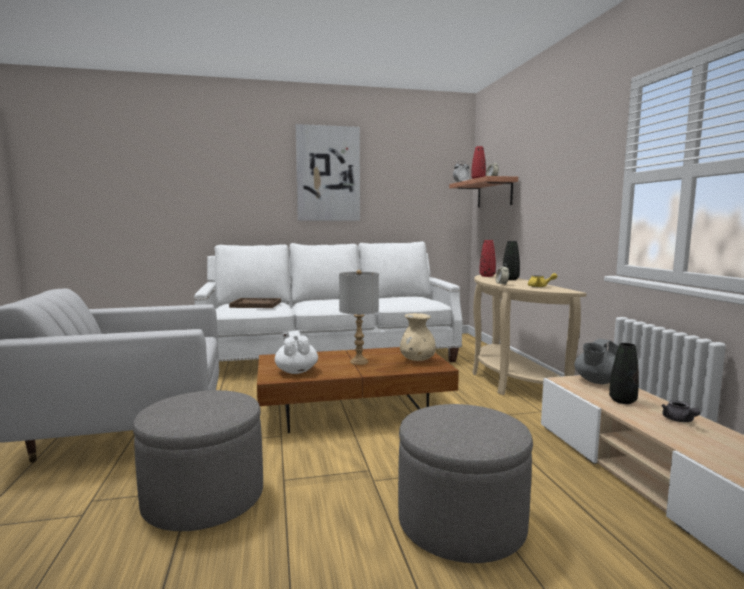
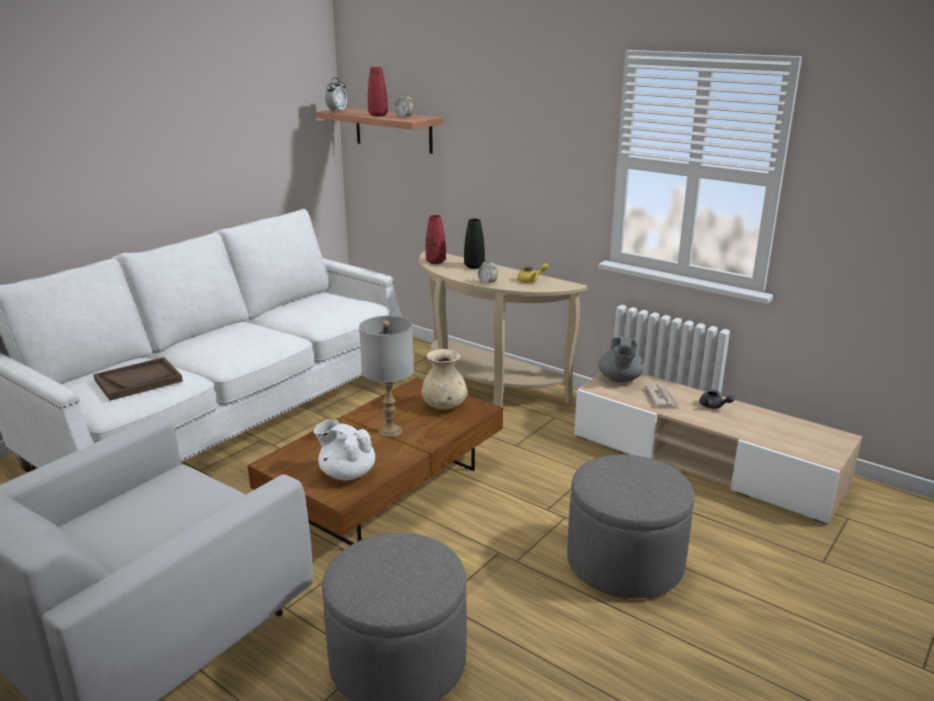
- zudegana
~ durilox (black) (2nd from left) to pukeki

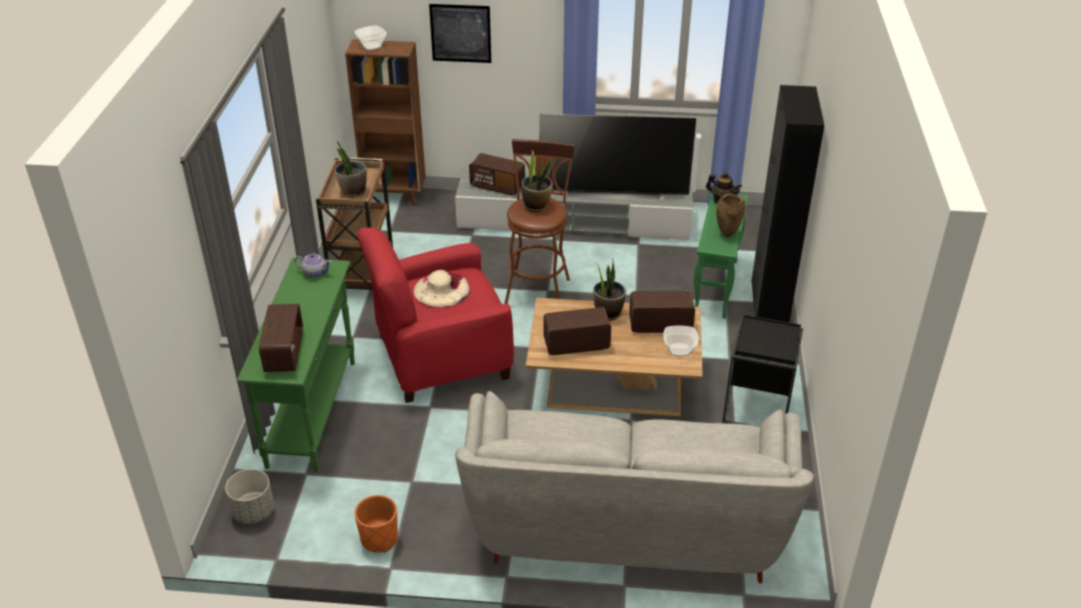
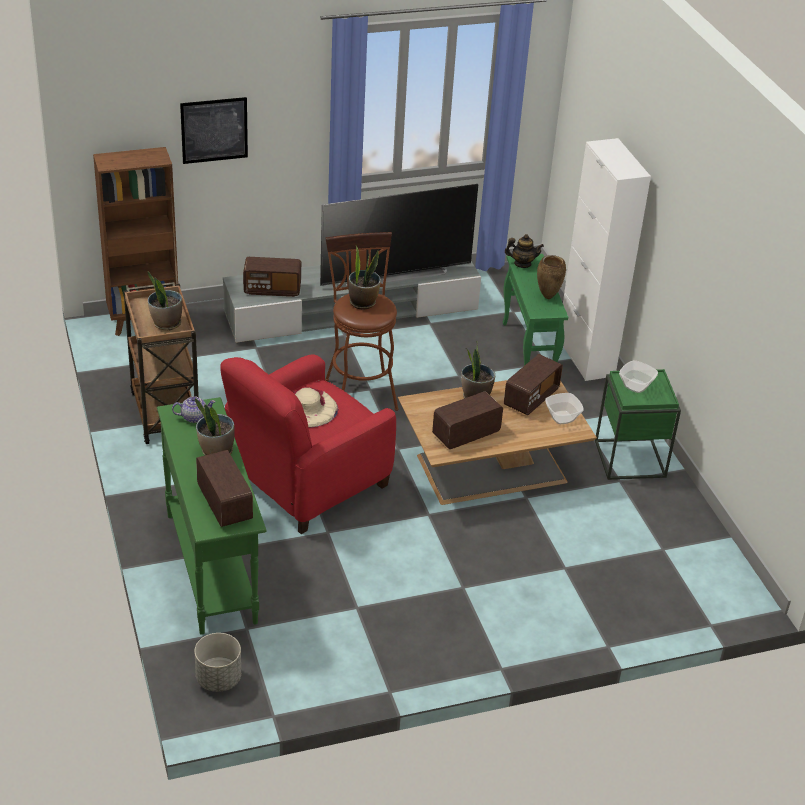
- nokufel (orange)
~ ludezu (1st from left in the first image) to ludezu (2nd from left)
- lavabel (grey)
~ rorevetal (4th from left) 150 degrees clockwise
~ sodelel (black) to sodelel (green) (2nd from left)
~ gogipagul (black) to gogipagul (white)
+ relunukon (2nd from left)

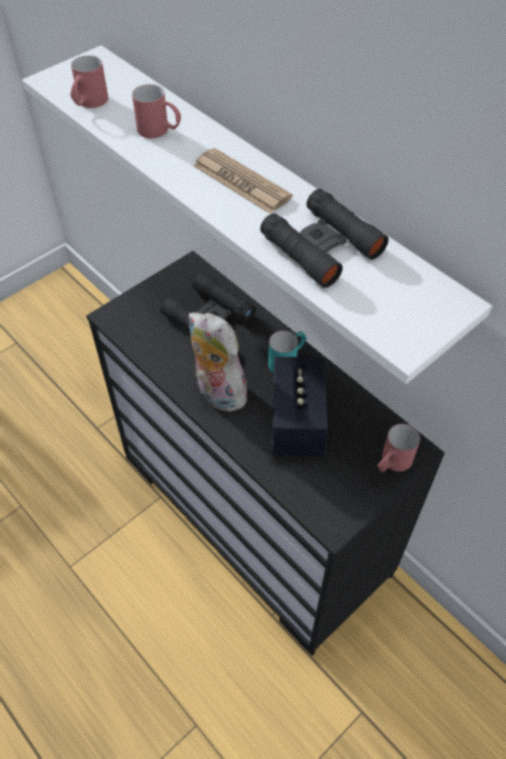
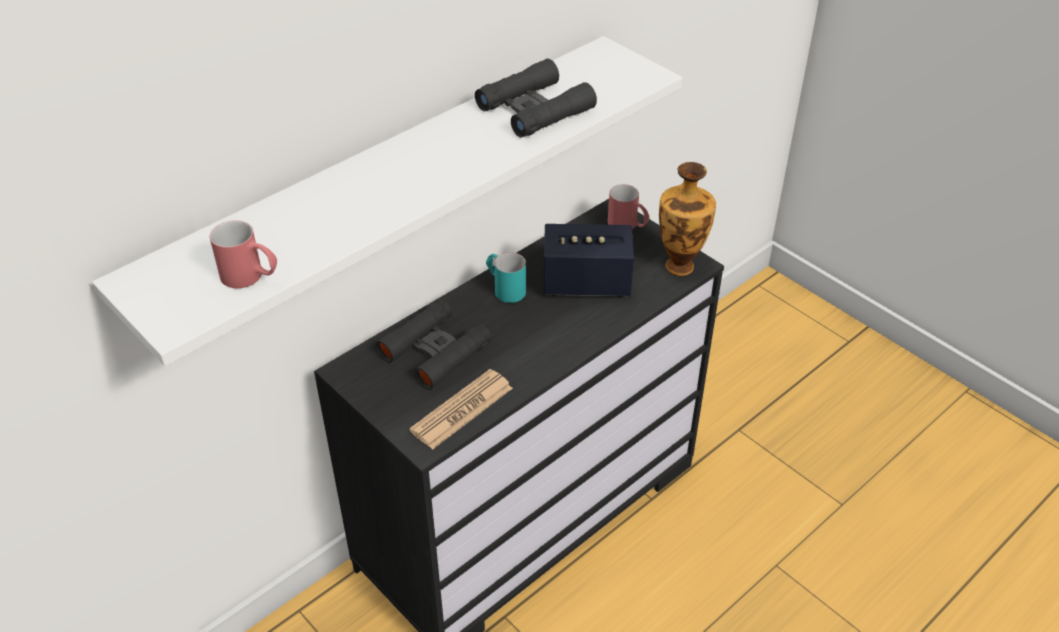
- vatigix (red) (2nd from left)
- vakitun
~ pukeki
+ durilox

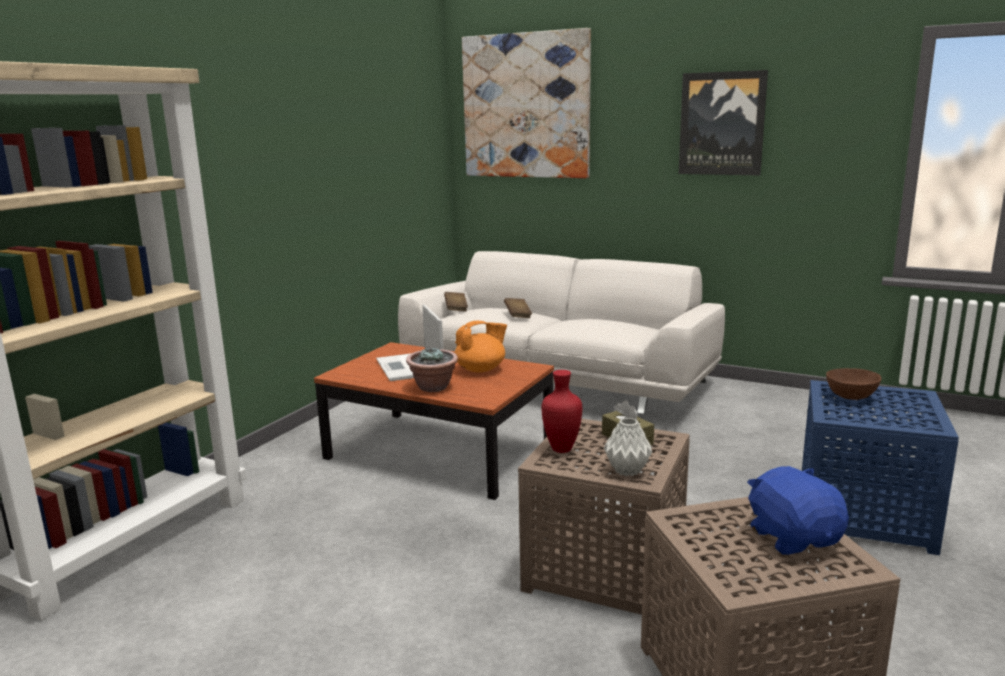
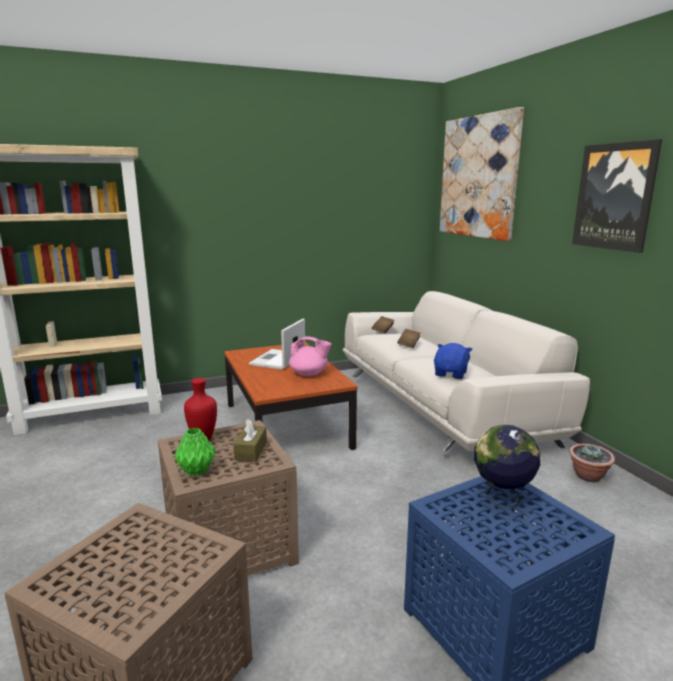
~ relunukon
~ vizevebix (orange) to vizevebix (pink)
~ durilox (grey) to durilox (green)
~ vakitun (blue)
~ ludezu (brown) to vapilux

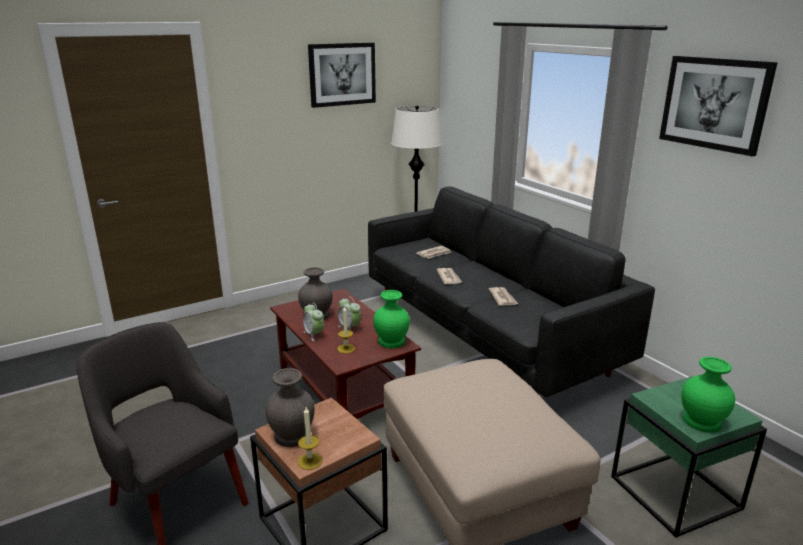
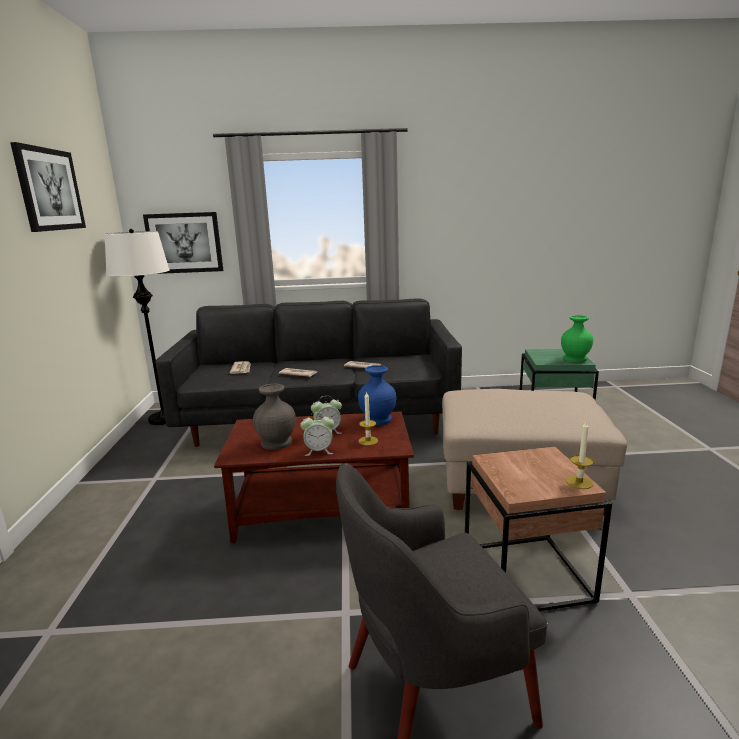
- durilox (grey) (1st from left)
~ durilox (green) (1st from left) to durilox (blue)
~ zudegana (2nd from left)

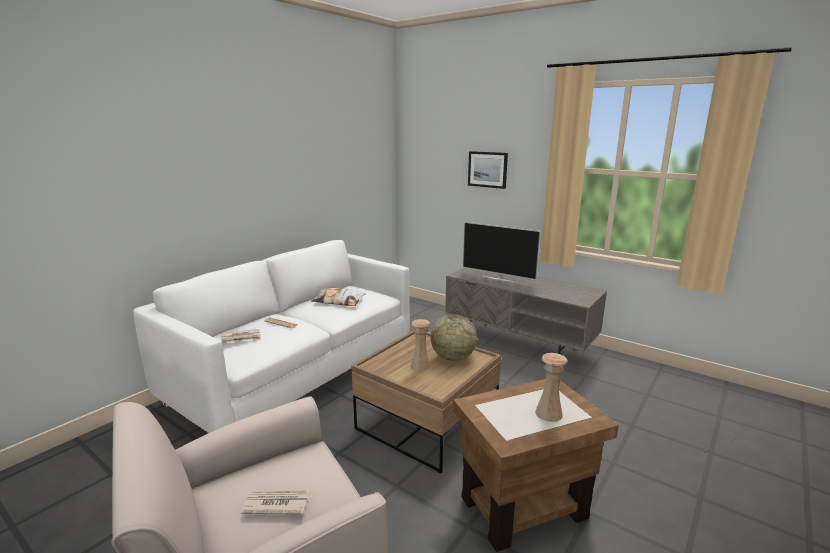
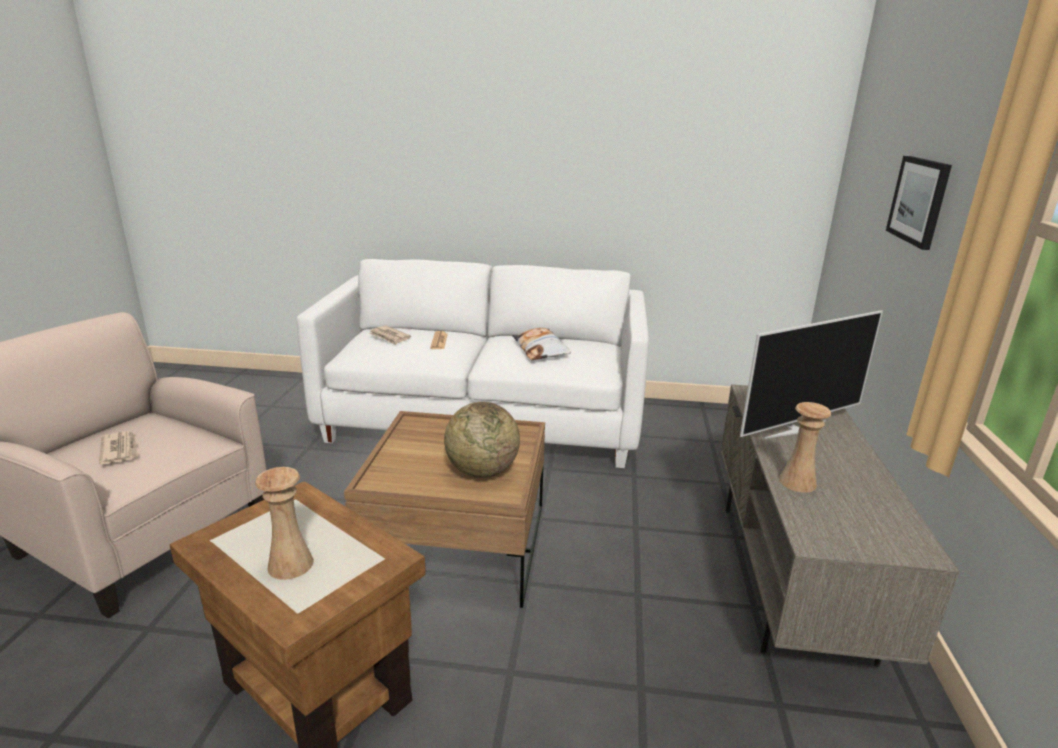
~ durilox (beige) (1st from left in the first image) to durilox (beige) (2nd from left)
~ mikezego 120 degrees counterclockwise

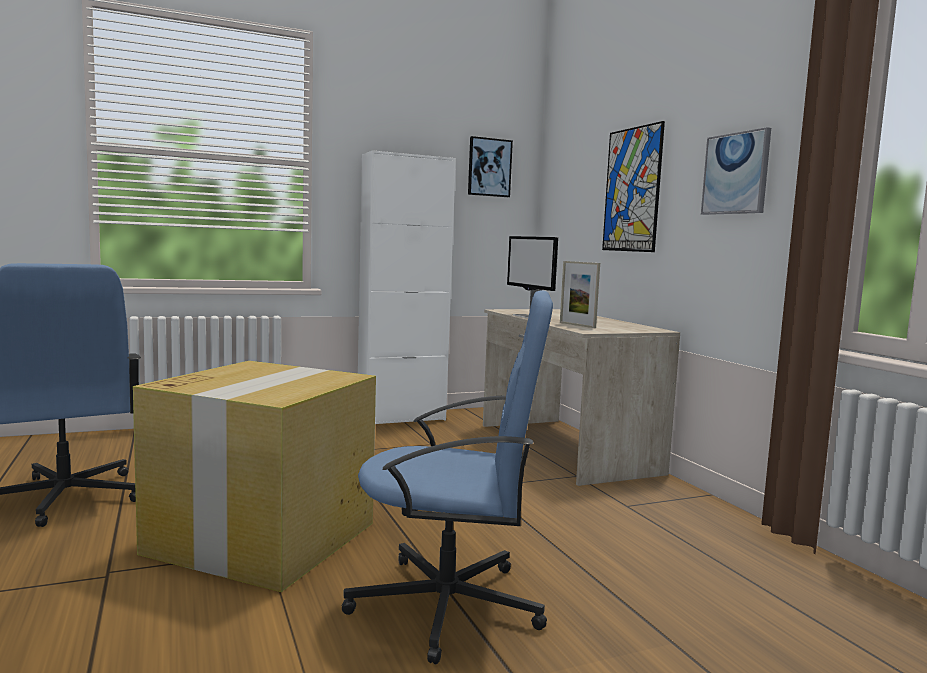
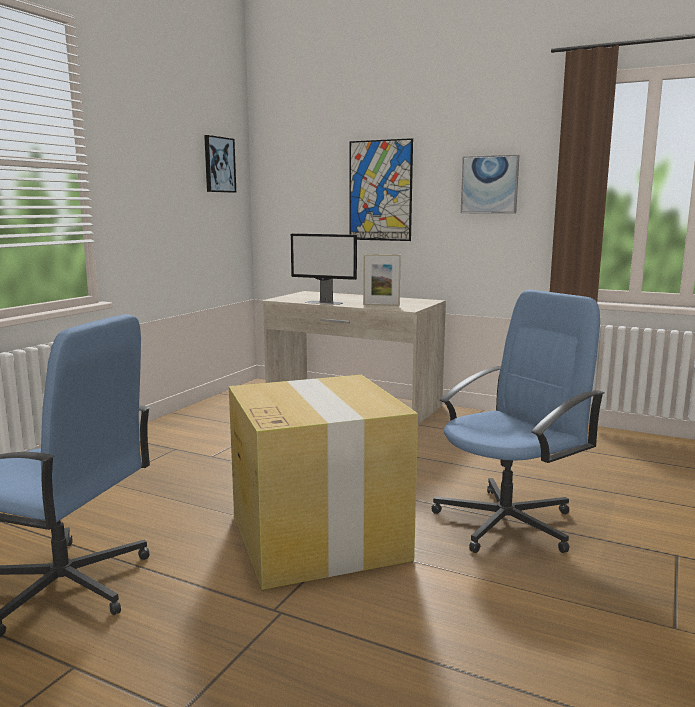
- gogipagul (white)

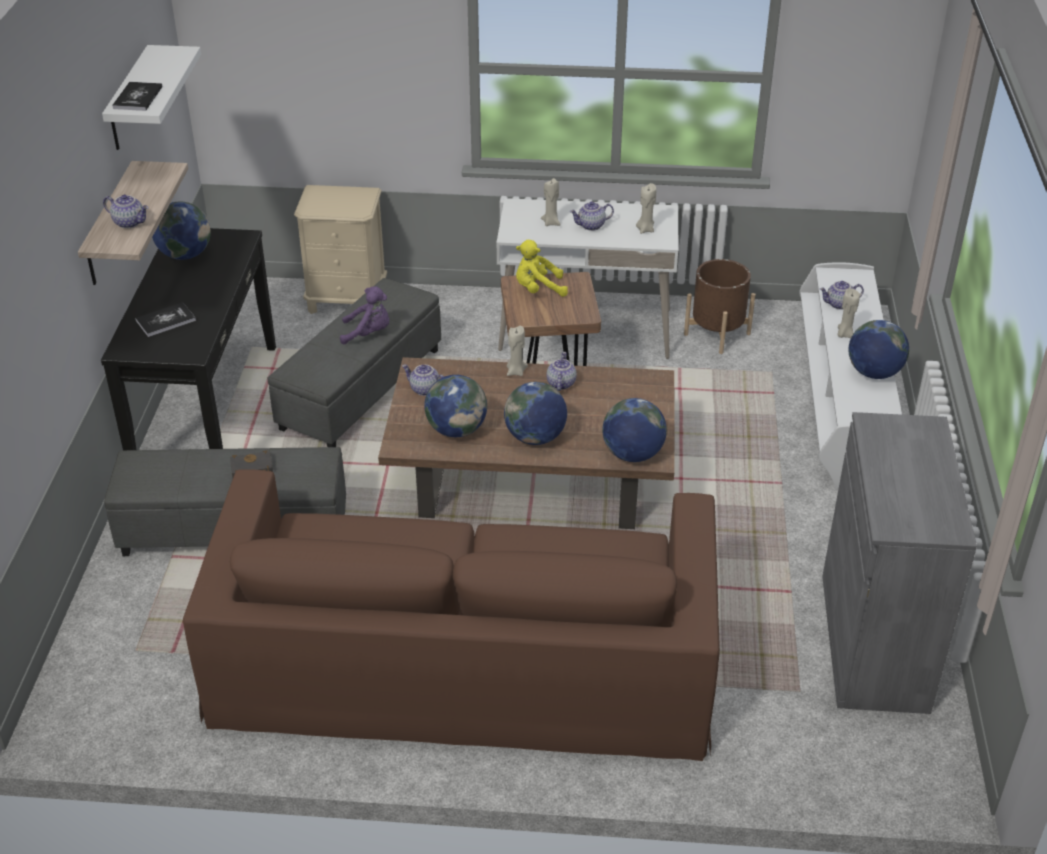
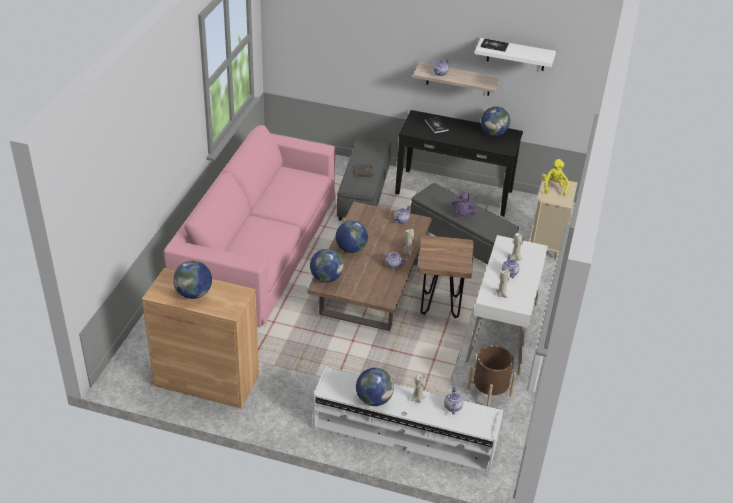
~ lavabel (brown) to lavabel (pink)
~ vapilux (2nd from left in the first image) to vapilux (1st from left)
~ vakitun (yellow)
~ gogipagul (grey) to gogipagul (brown)

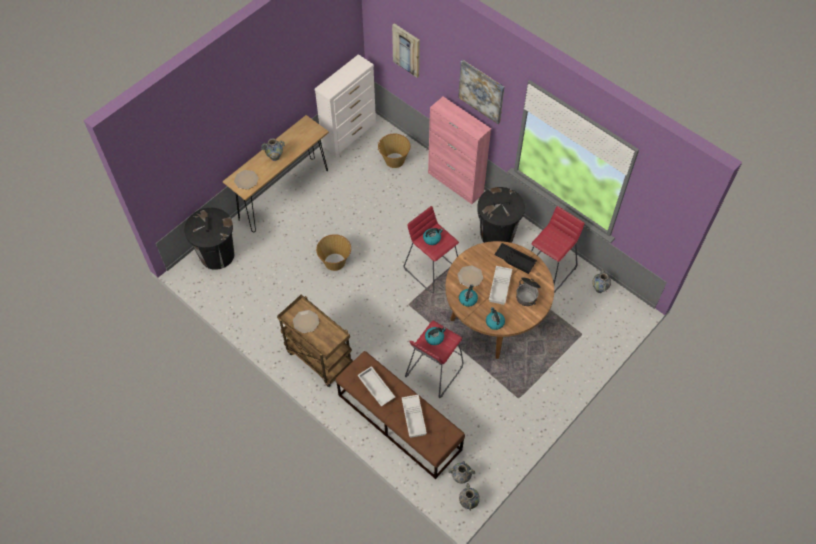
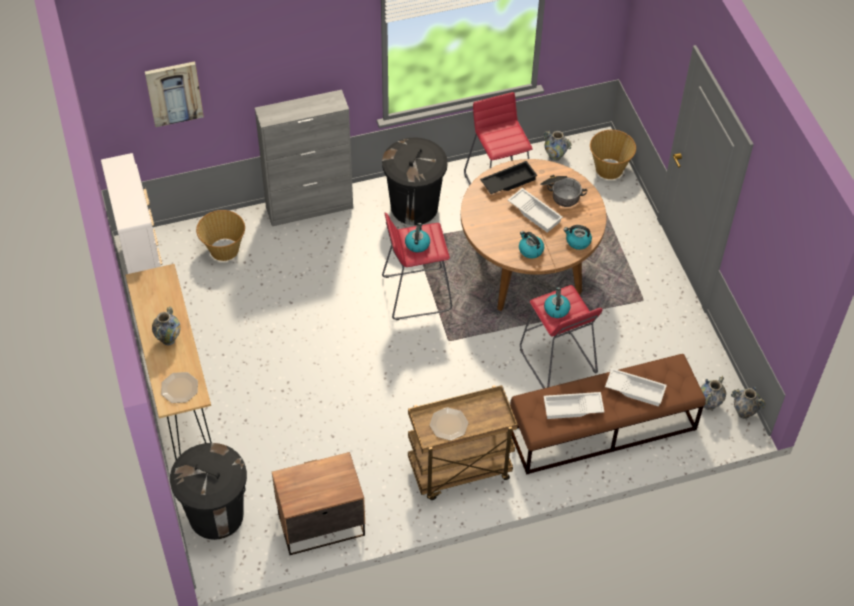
~ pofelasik (1st from left in the first image) to pofelasik (2nd from left)
~ gogipagul (pink) to gogipagul (grey)
- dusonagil (3rd from left)
- zudegana (2nd from left)
+ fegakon

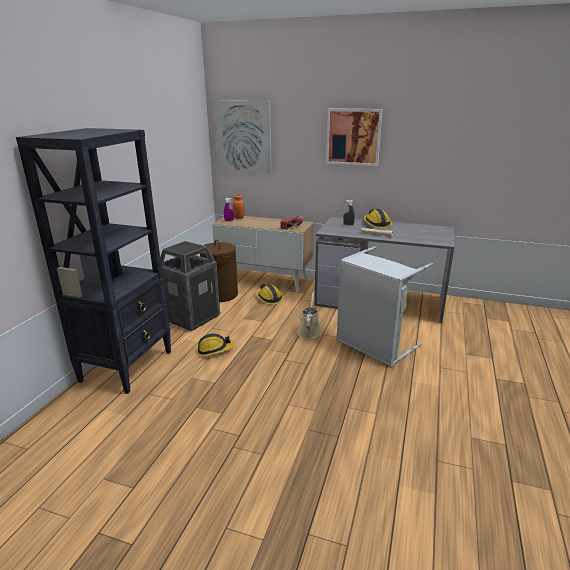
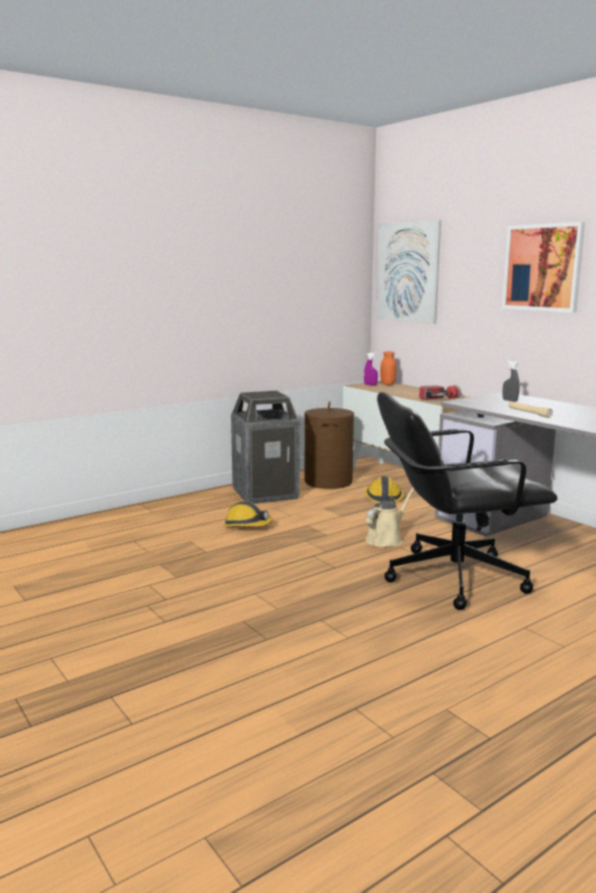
- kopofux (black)
~ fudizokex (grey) to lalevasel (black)
- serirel (3rd from left)

